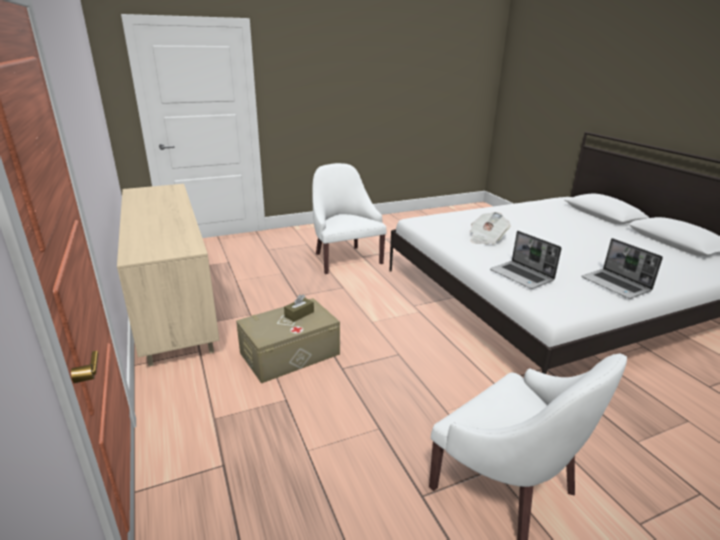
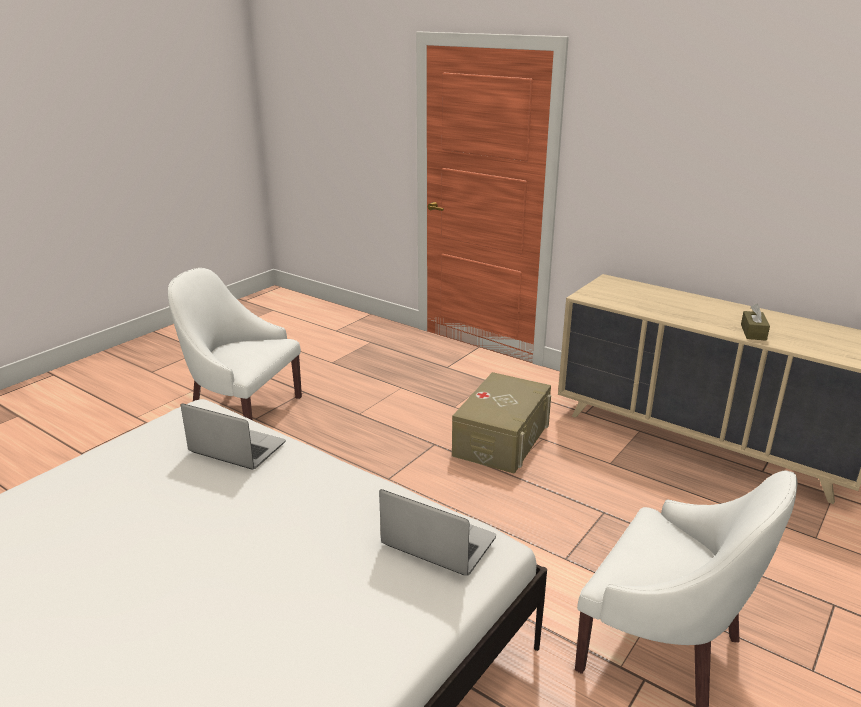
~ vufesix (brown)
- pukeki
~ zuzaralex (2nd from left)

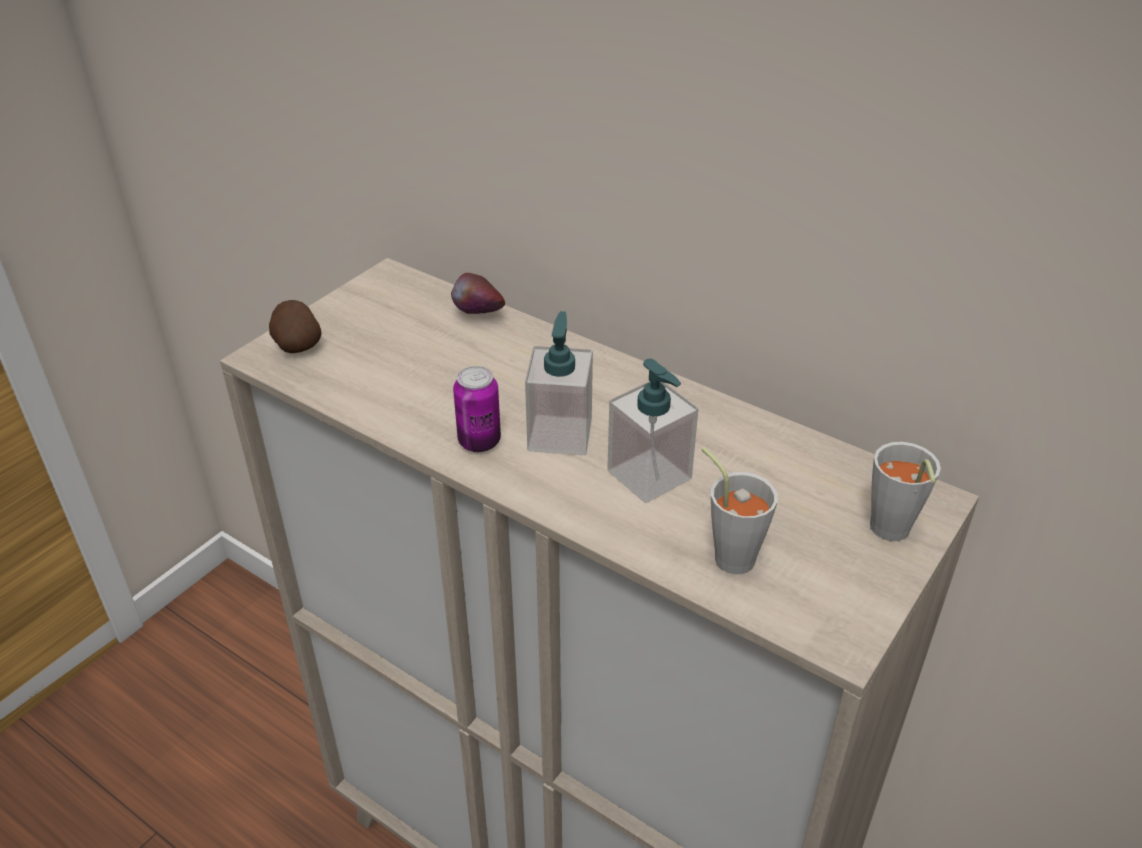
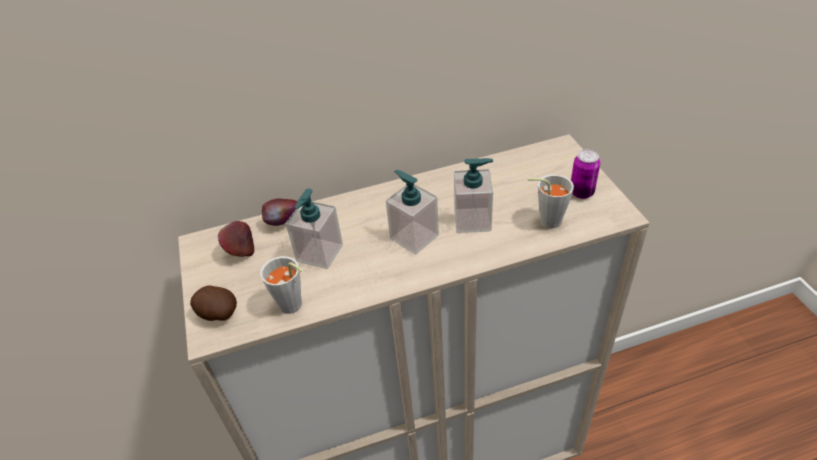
~ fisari
~ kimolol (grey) (2nd from left in the first image) to kimolol (grey) (1st from left)
+ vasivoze (1st from left)
+ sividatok (1st from left)

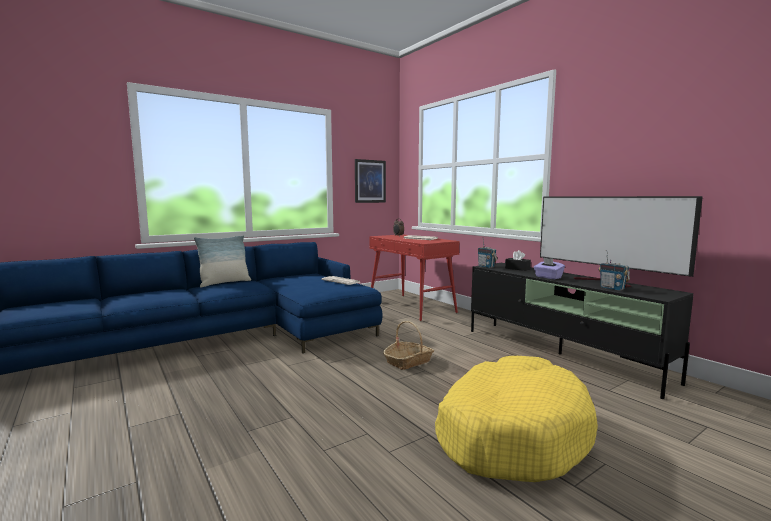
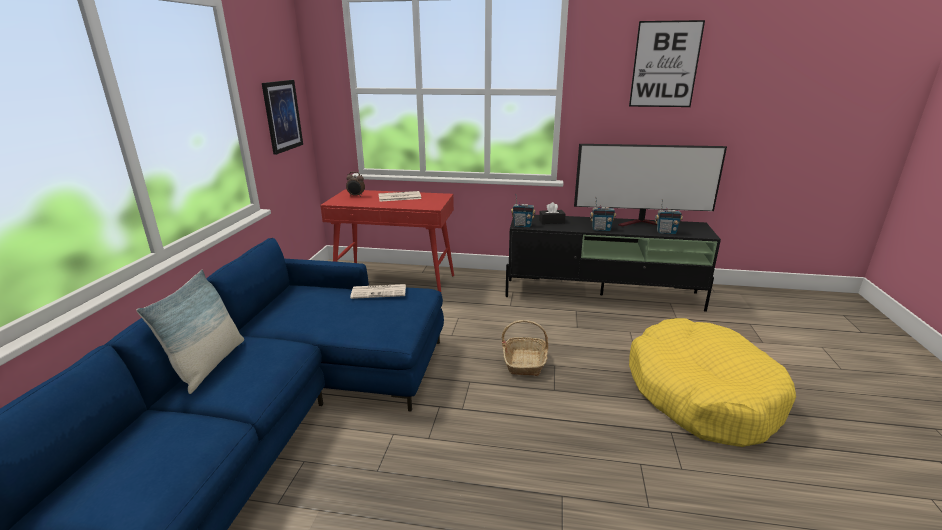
~ vufesix (purple) to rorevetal (2nd from left)
+ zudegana (2nd from left)

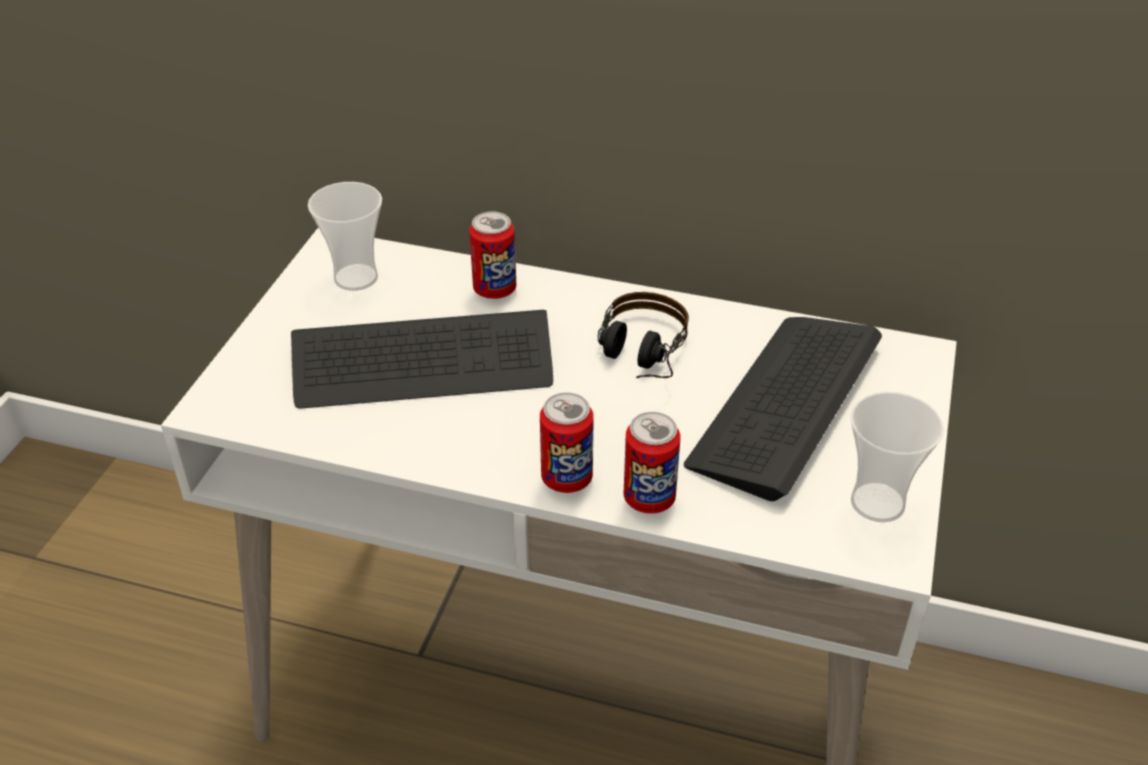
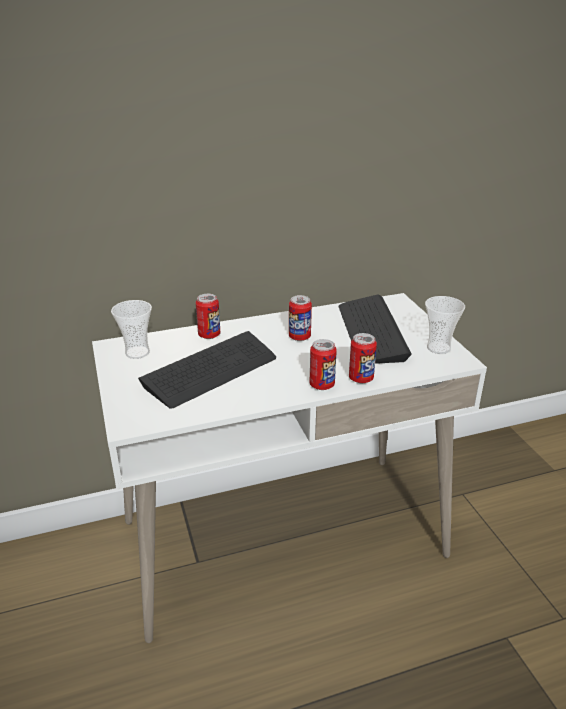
~ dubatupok to fisari (2nd from left)

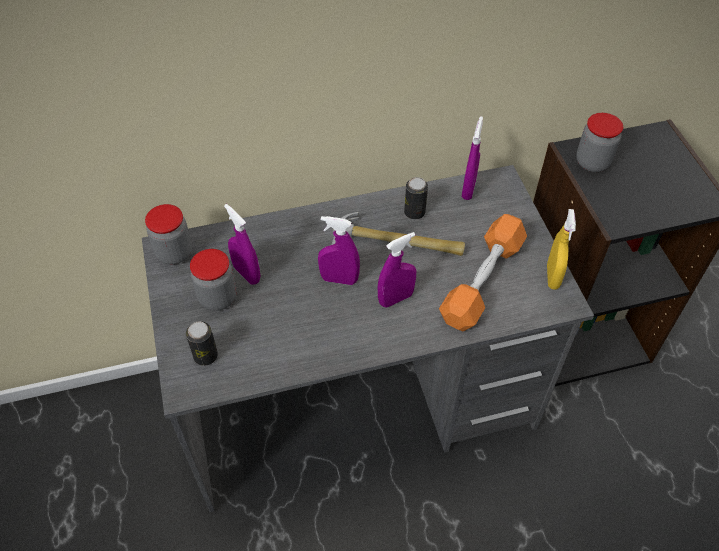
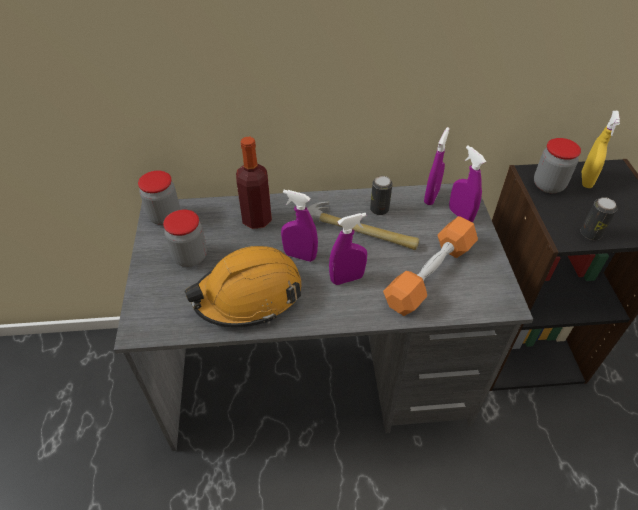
~ fisari (1st from left in the first image) to fisari (2nd from left)
~ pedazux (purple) (1st from left in the first image) to pedazux (purple) (4th from left)
~ pedazux (yellow)
+ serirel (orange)
+ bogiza

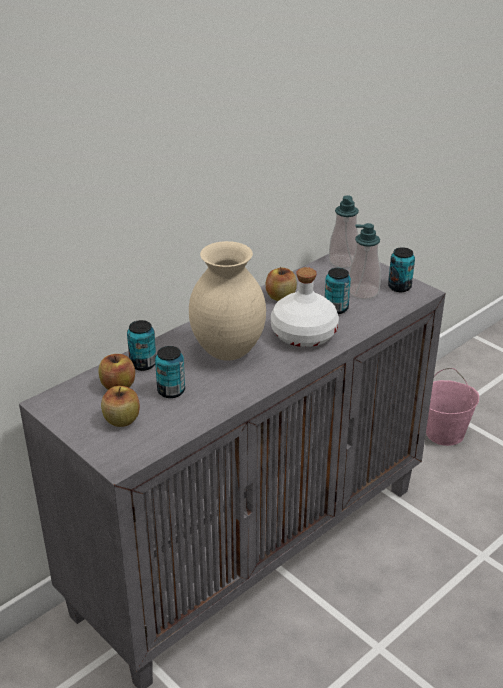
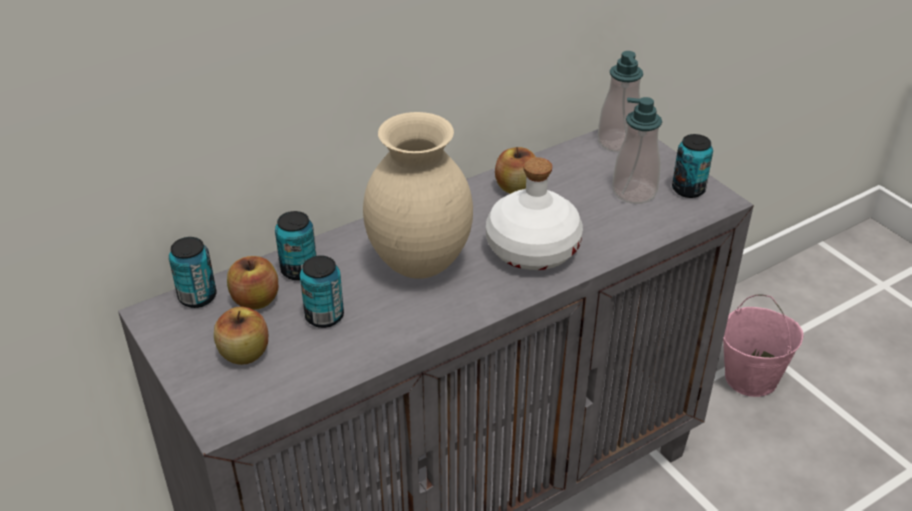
~ fisari (3rd from left in the first image) to fisari (1st from left)

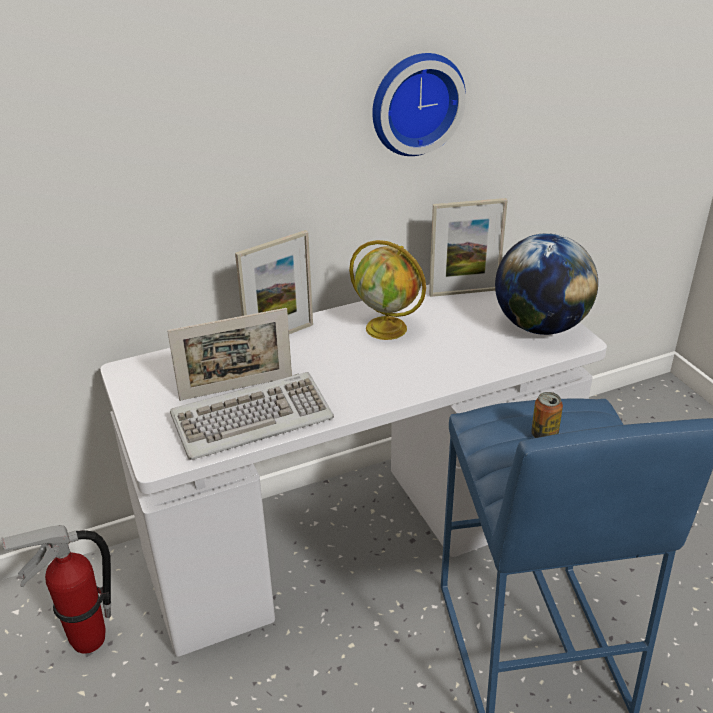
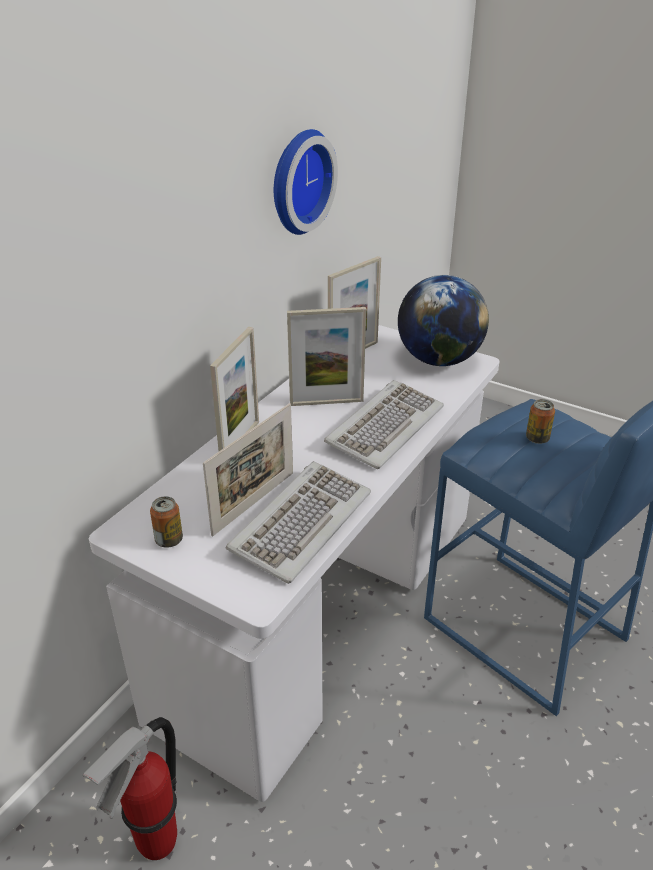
~ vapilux (1st from left) to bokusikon (3rd from left)
+ fisari (1st from left)
+ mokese (2nd from left)

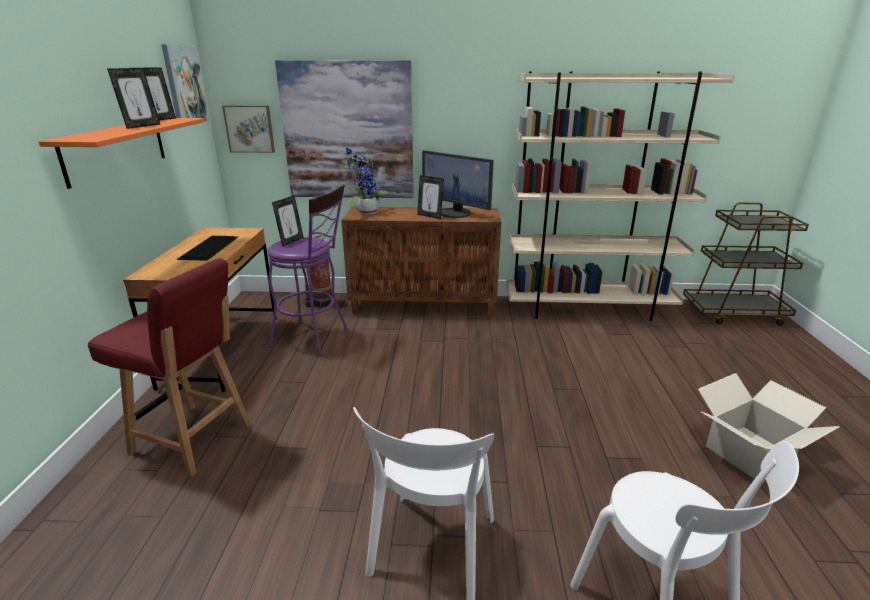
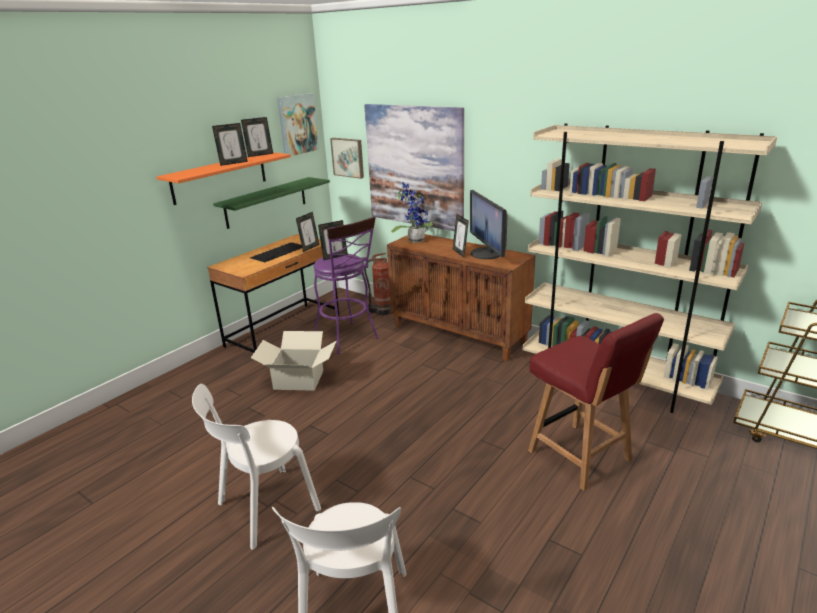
~ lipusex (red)
~ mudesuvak
+ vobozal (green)
+ bokusikon (3rd from left)

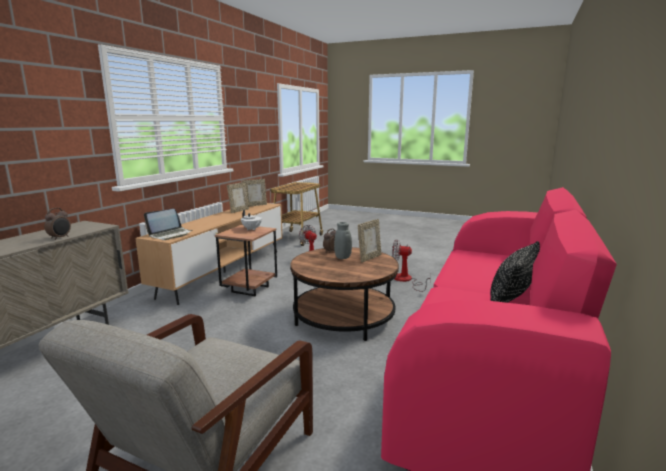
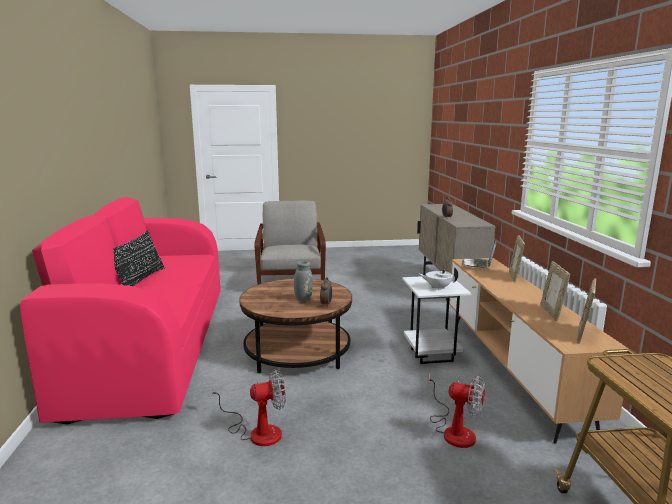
~ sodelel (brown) to sodelel (white)
~ bokusikon (3rd from left in the first image) to bokusikon (1st from left)

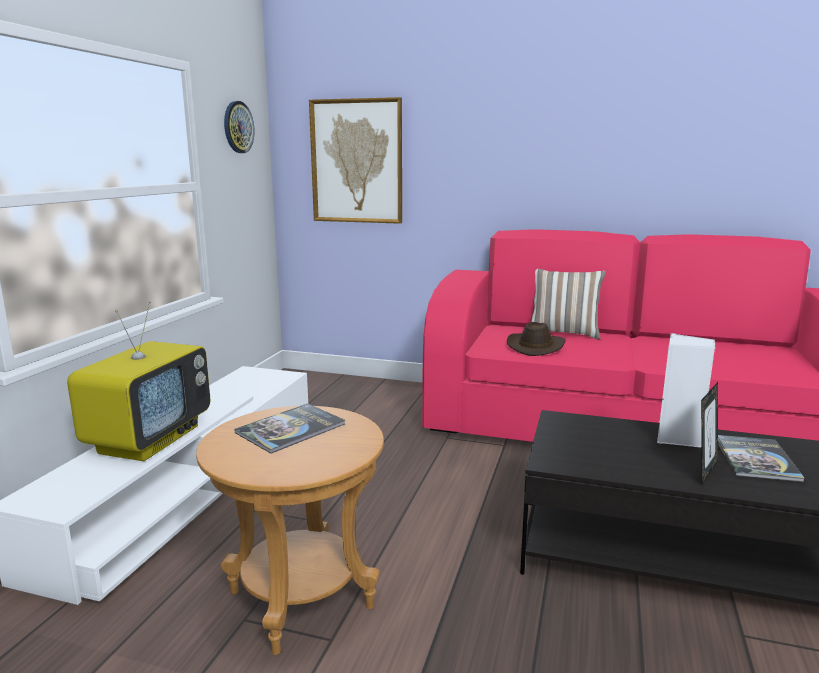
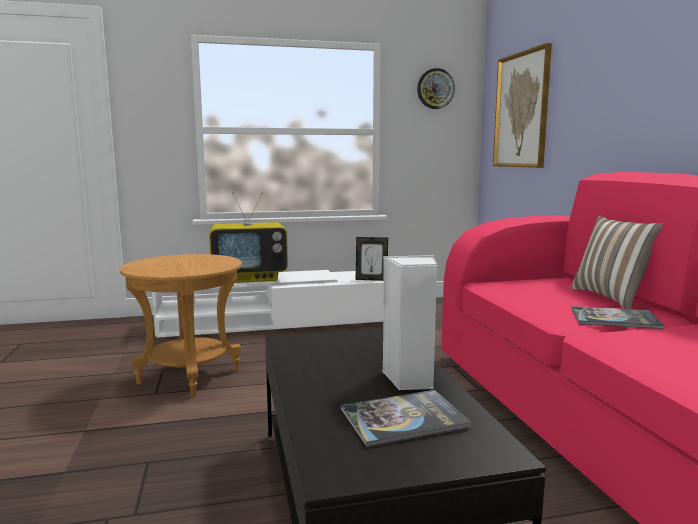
~ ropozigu (1st from left in the first image) to ropozigu (2nd from left)
- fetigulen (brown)
~ bokusikon

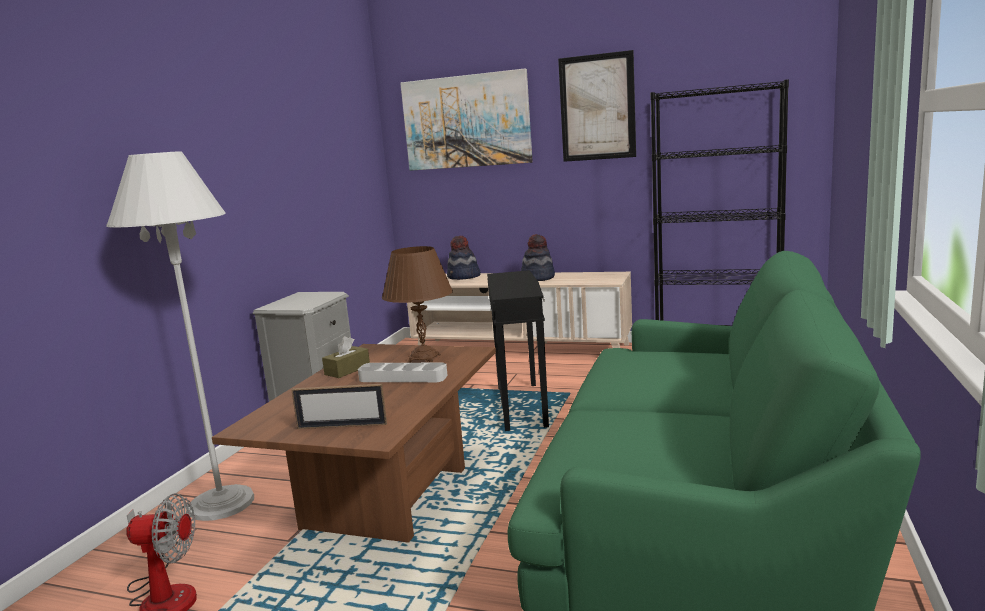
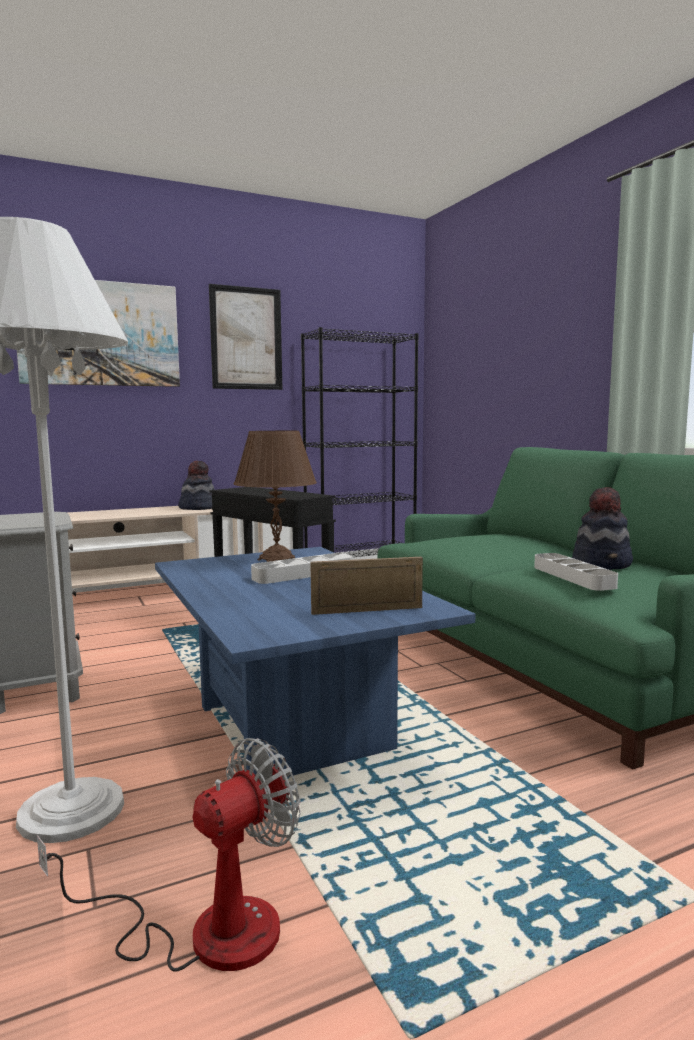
~ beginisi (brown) to beginisi (blue)
~ bokusikon 150 degrees counterclockwise
- vufesix (brown)
~ fetigulen (1st from left in the first image) to fetigulen (2nd from left)
+ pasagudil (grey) (2nd from left)

